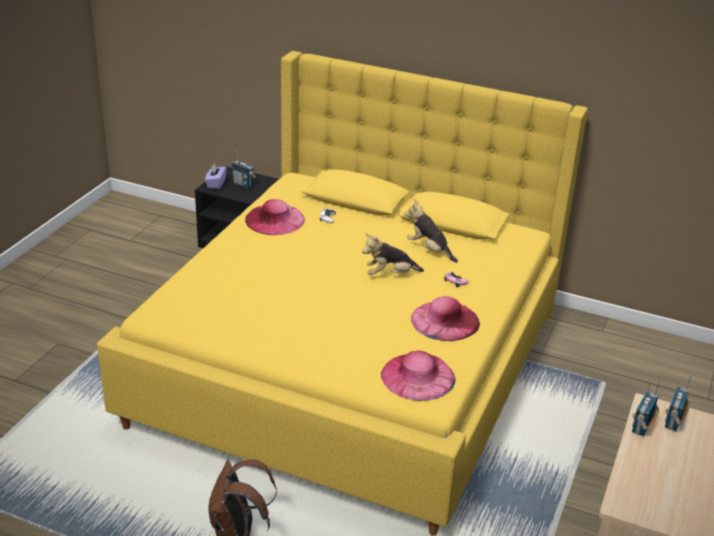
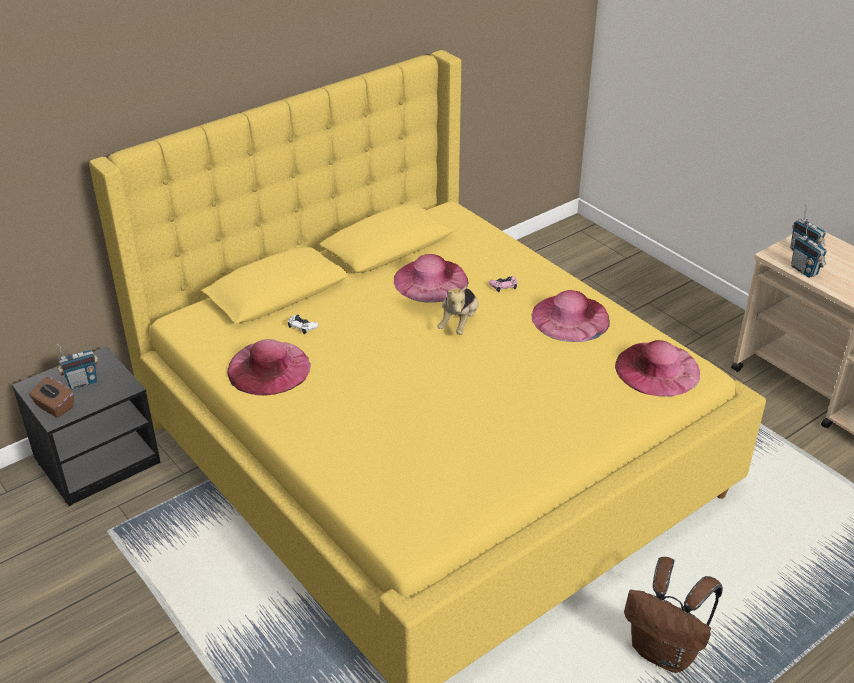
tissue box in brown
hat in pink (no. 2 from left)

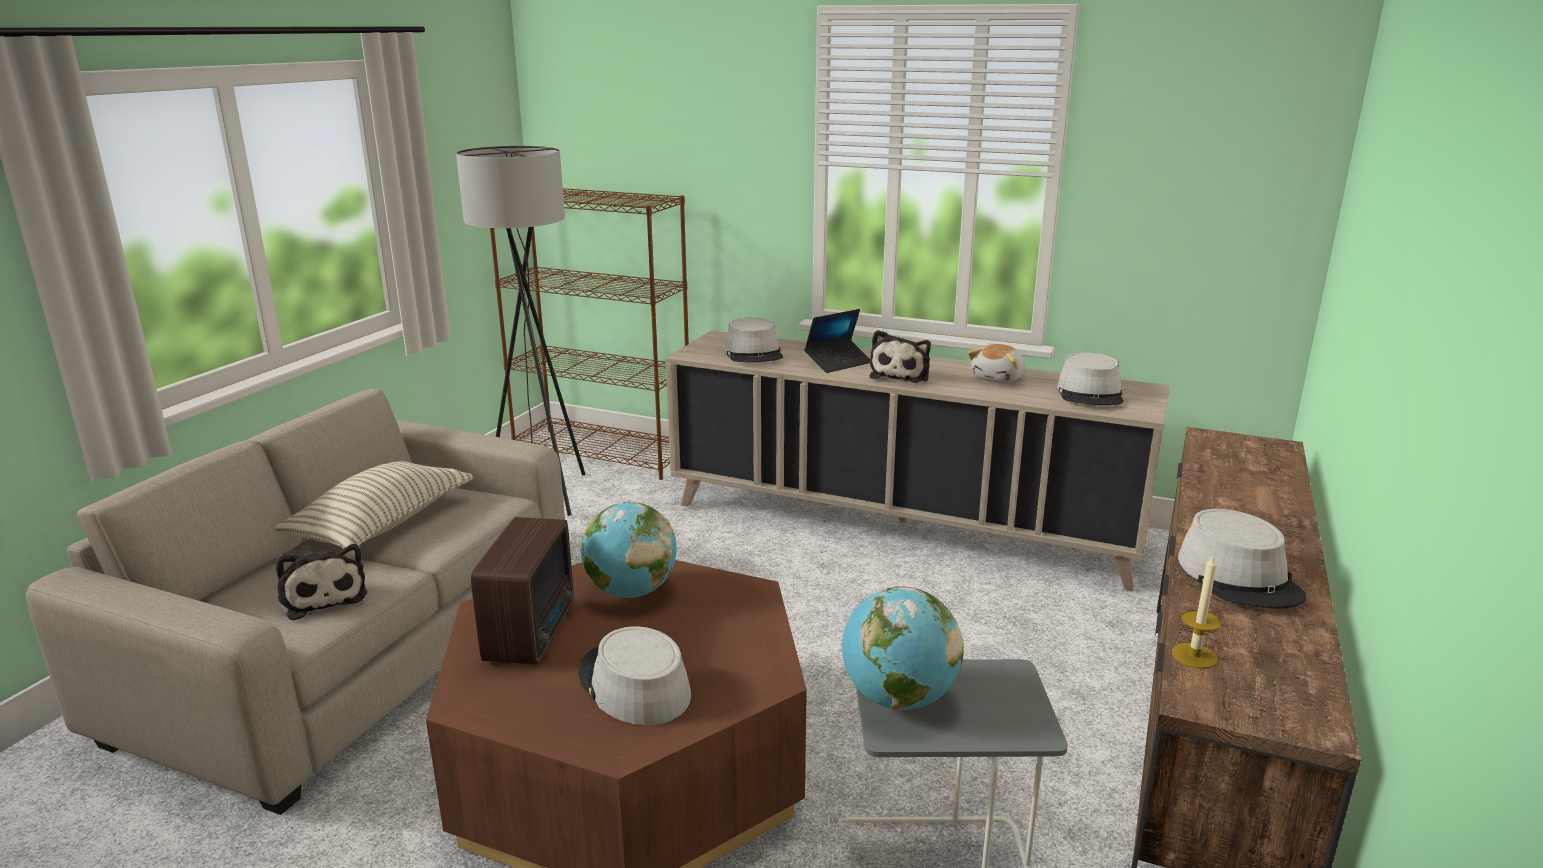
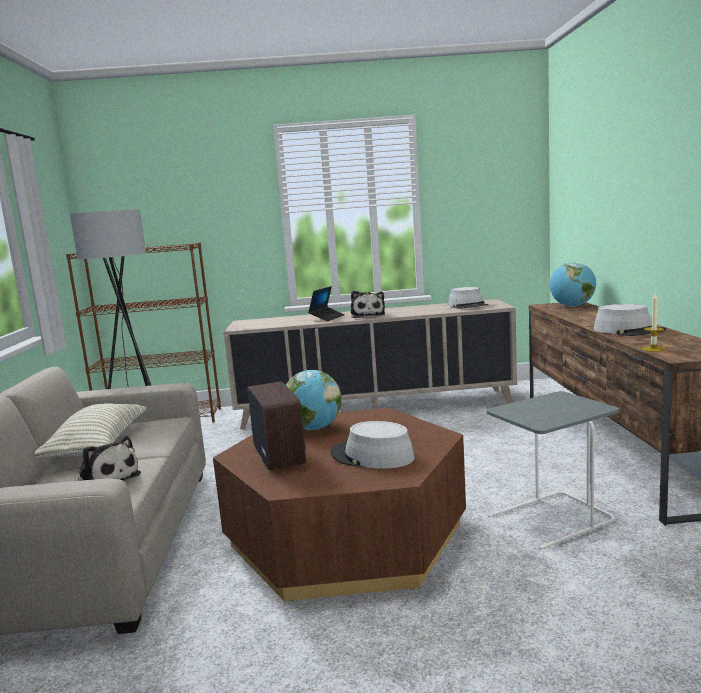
hat in grey (no. 2 from left in the first image)
globe (no. 2 from left)
plush toy (no. 3 from left in the first image)

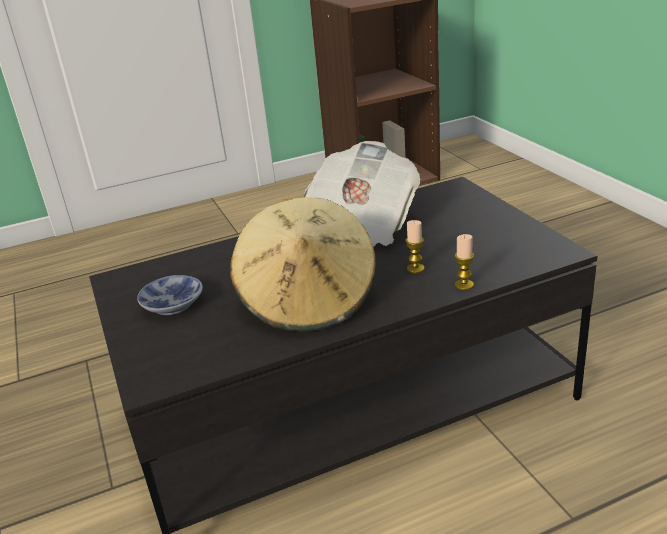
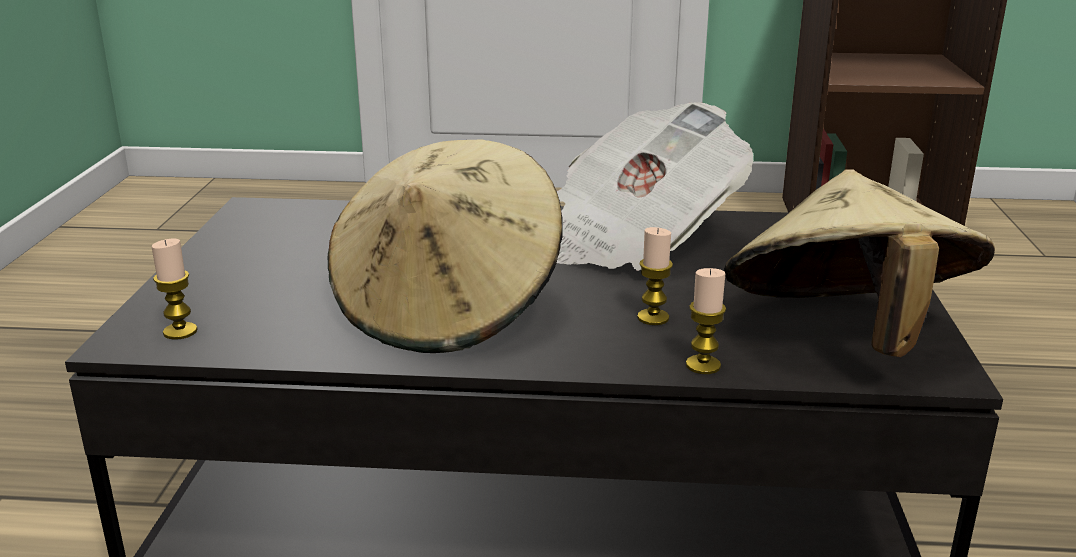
bowl
candle (no. 1 from left)
hat in beige (no. 2 from left)

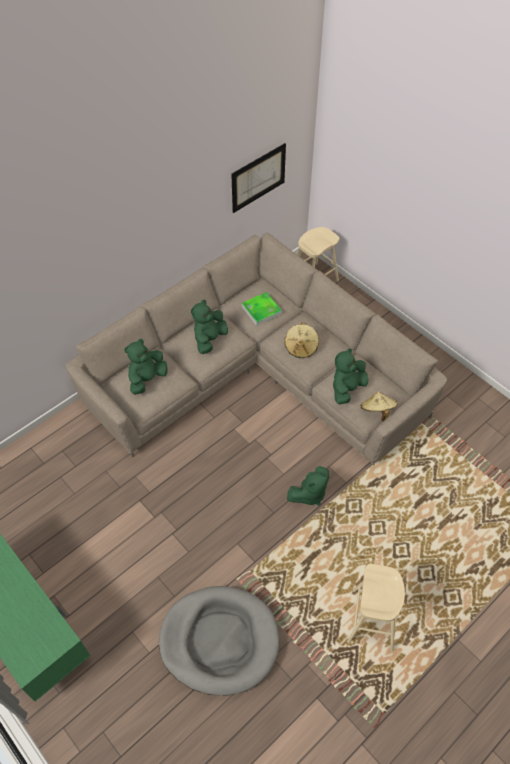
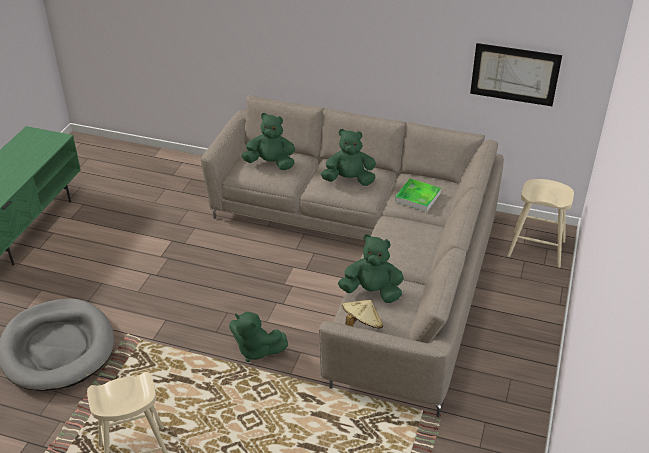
hat in beige (no. 1 from left in the first image)

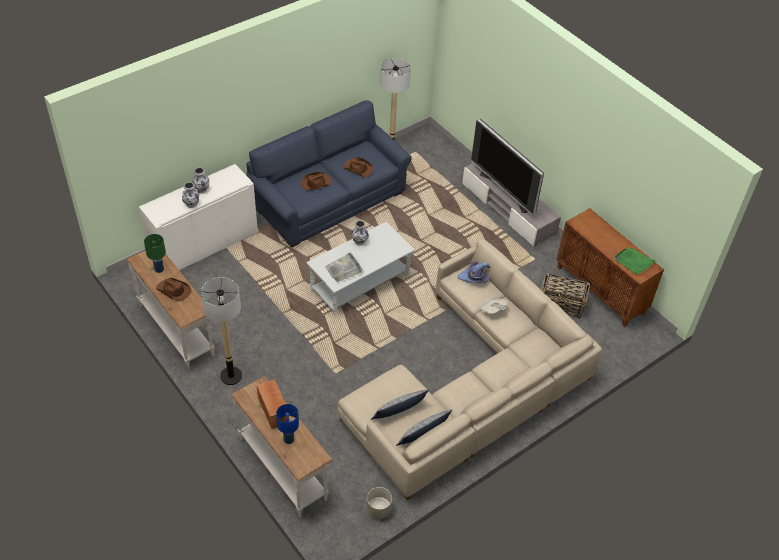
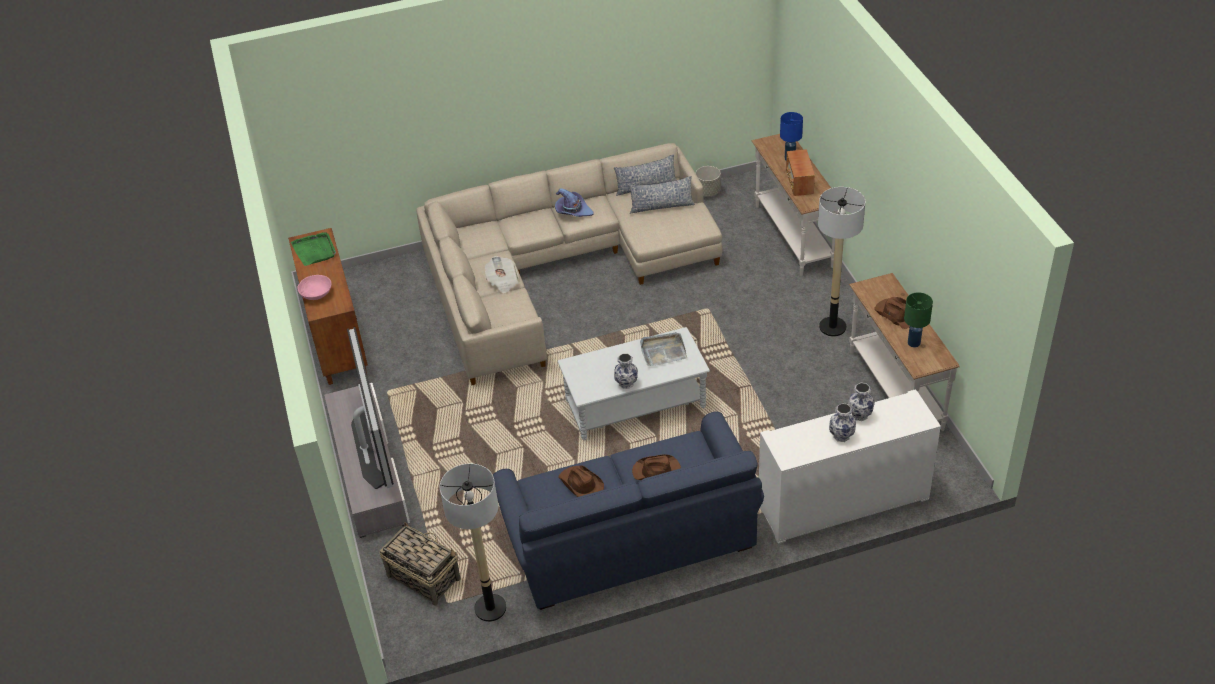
hat in purple
basket
bowl in pink

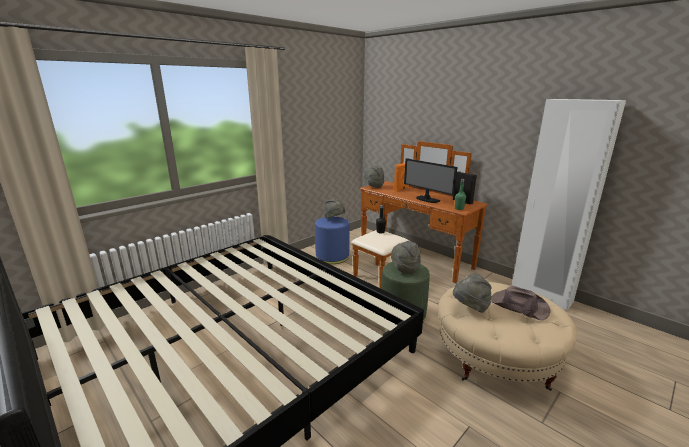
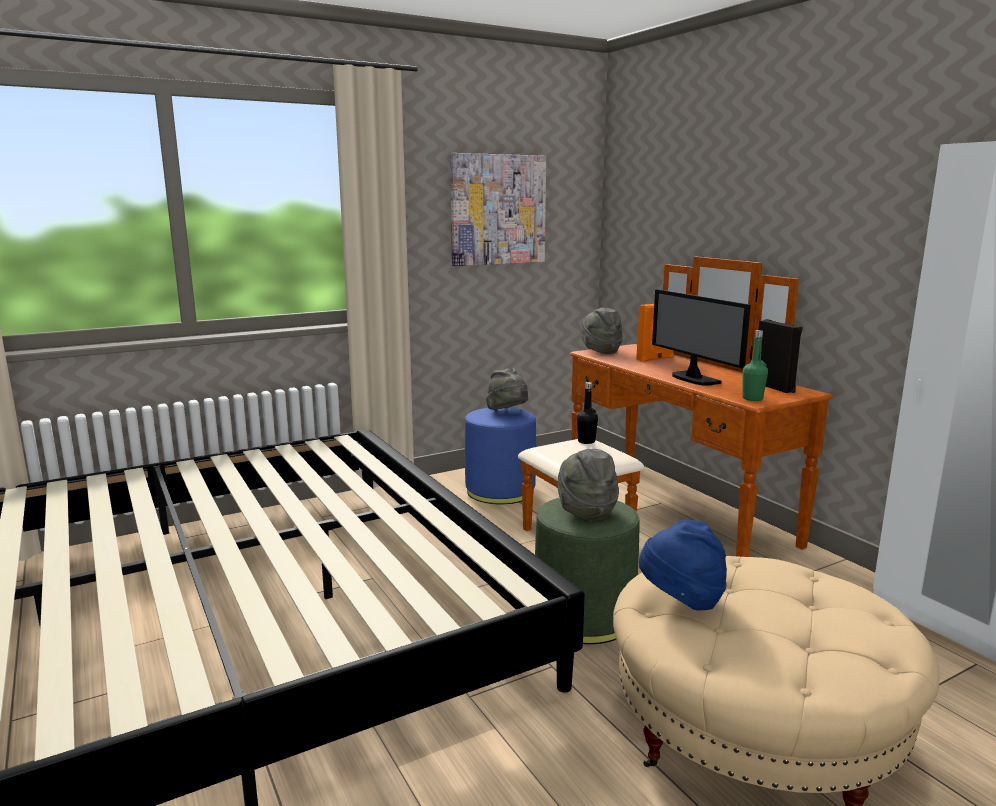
hat in blue
hat in brown
picture

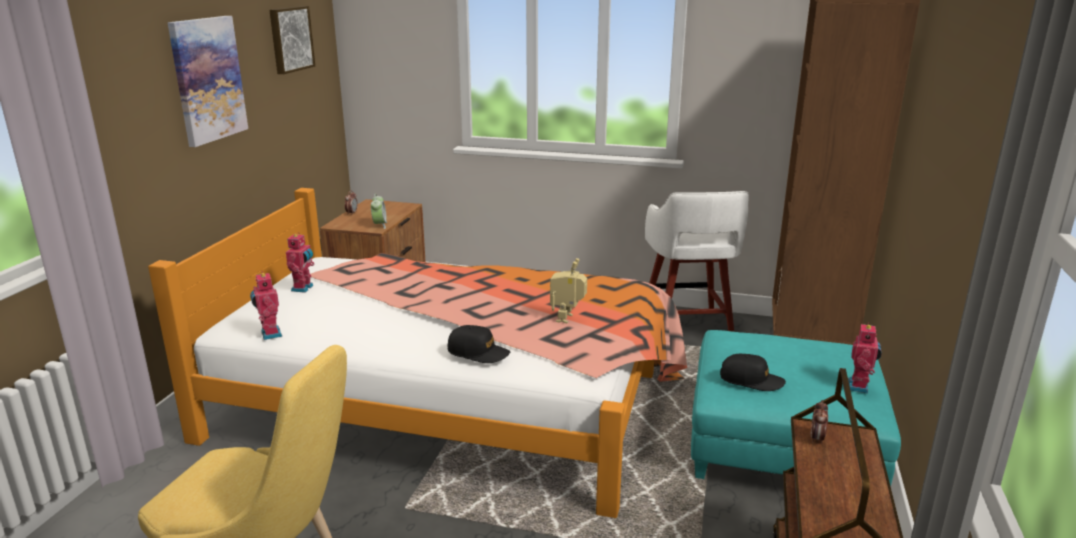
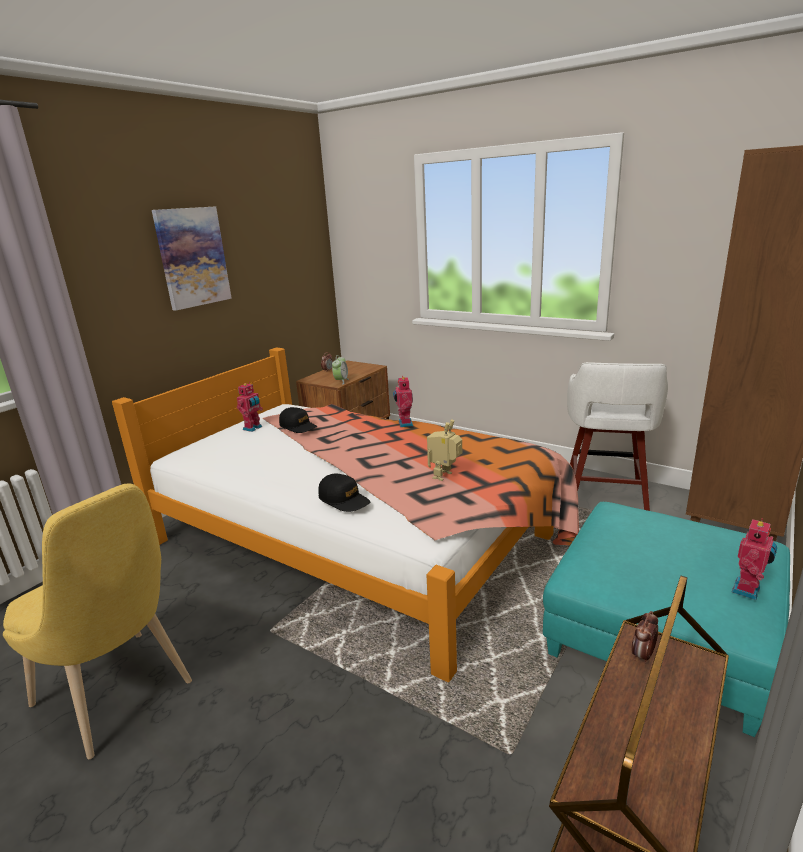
toy robot (no. 2 from left)
picture (no. 2 from left in the first image)
cap in black (no. 1 from left)

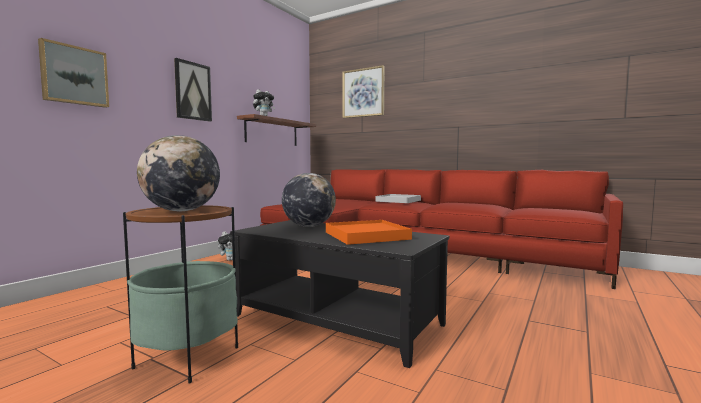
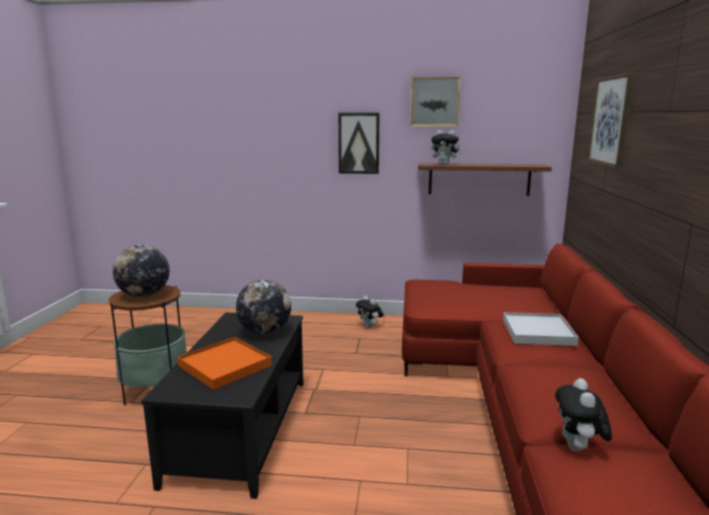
picture (no. 2 from left)
plush toy (no. 3 from left)

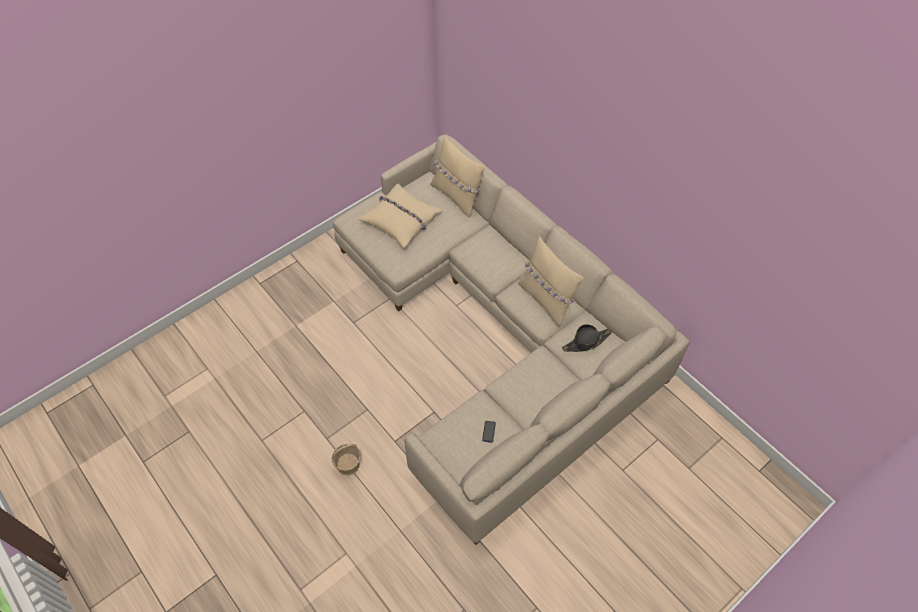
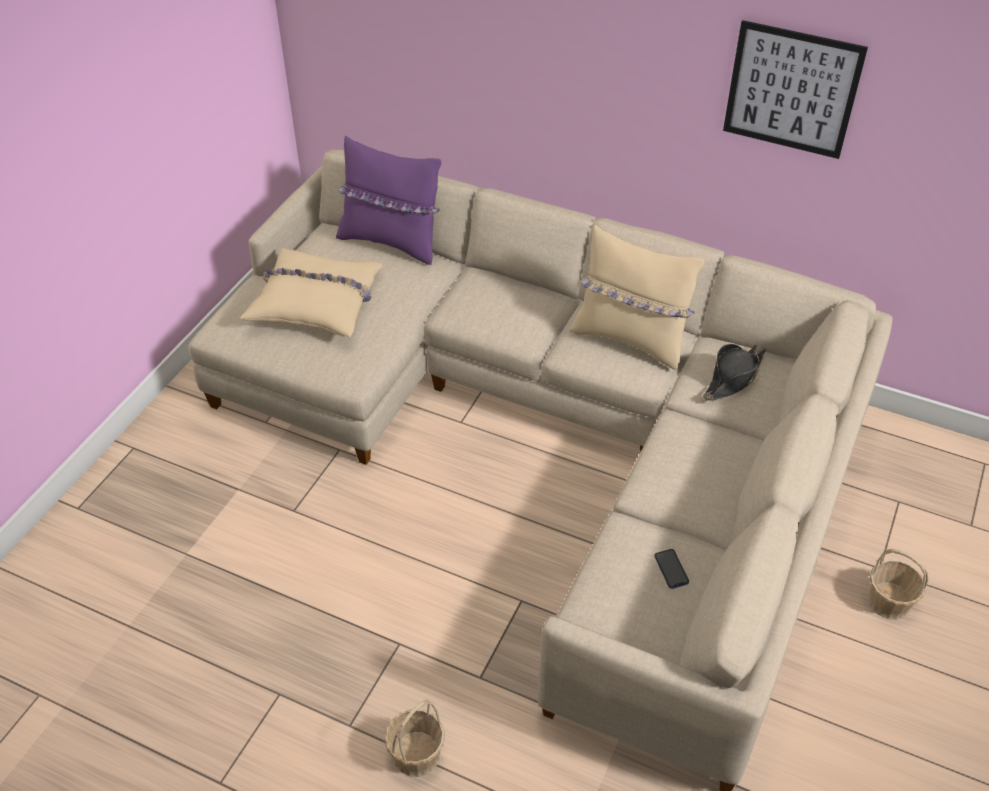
pillow in purple
picture
basket (no. 2 from left)

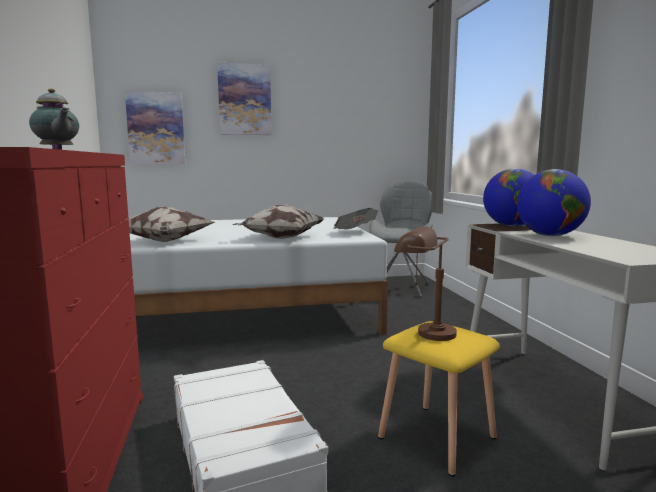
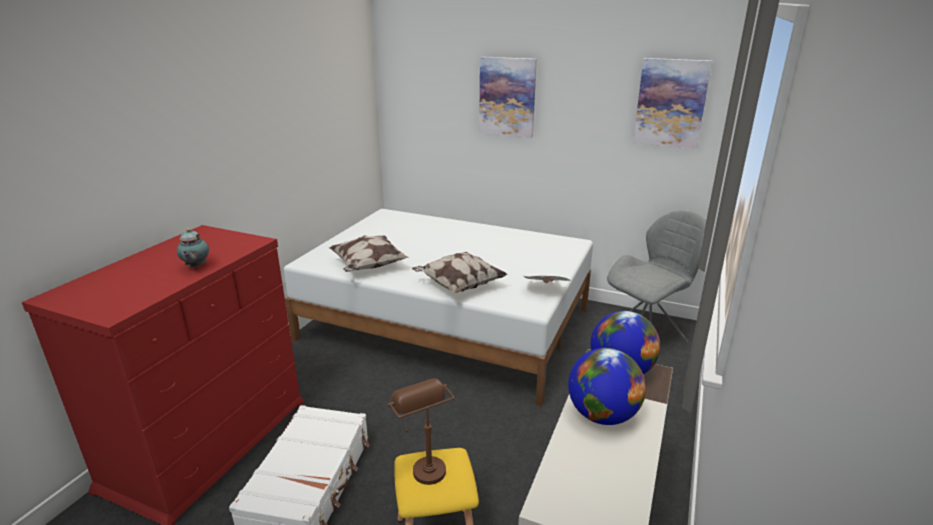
picture (no. 2 from left)

